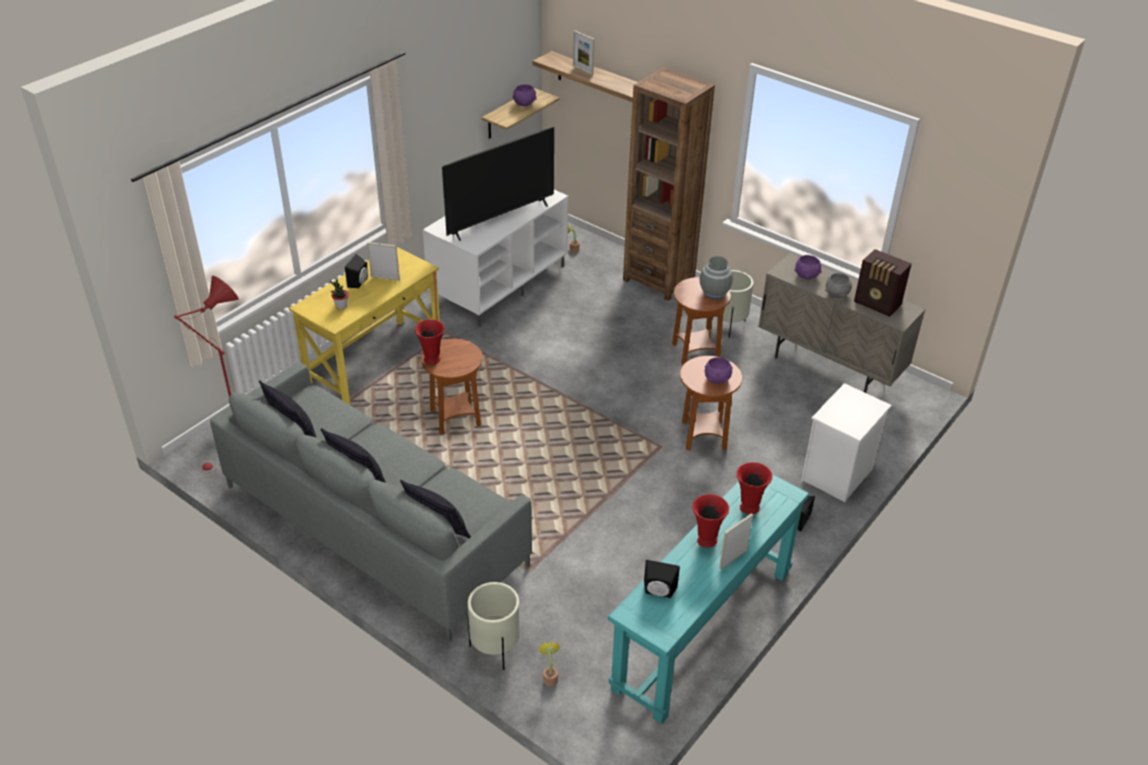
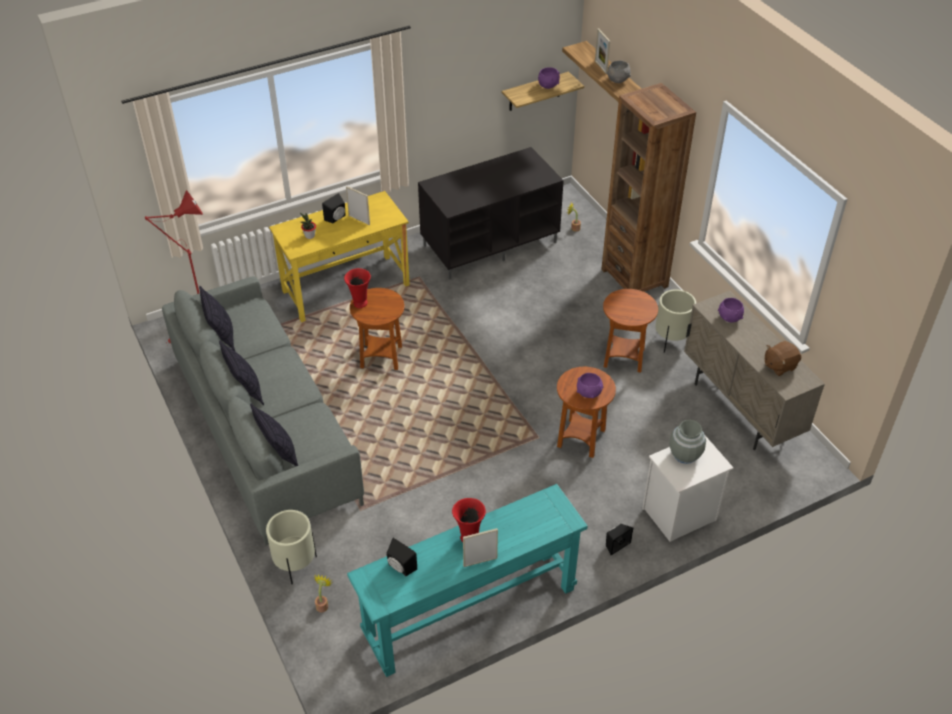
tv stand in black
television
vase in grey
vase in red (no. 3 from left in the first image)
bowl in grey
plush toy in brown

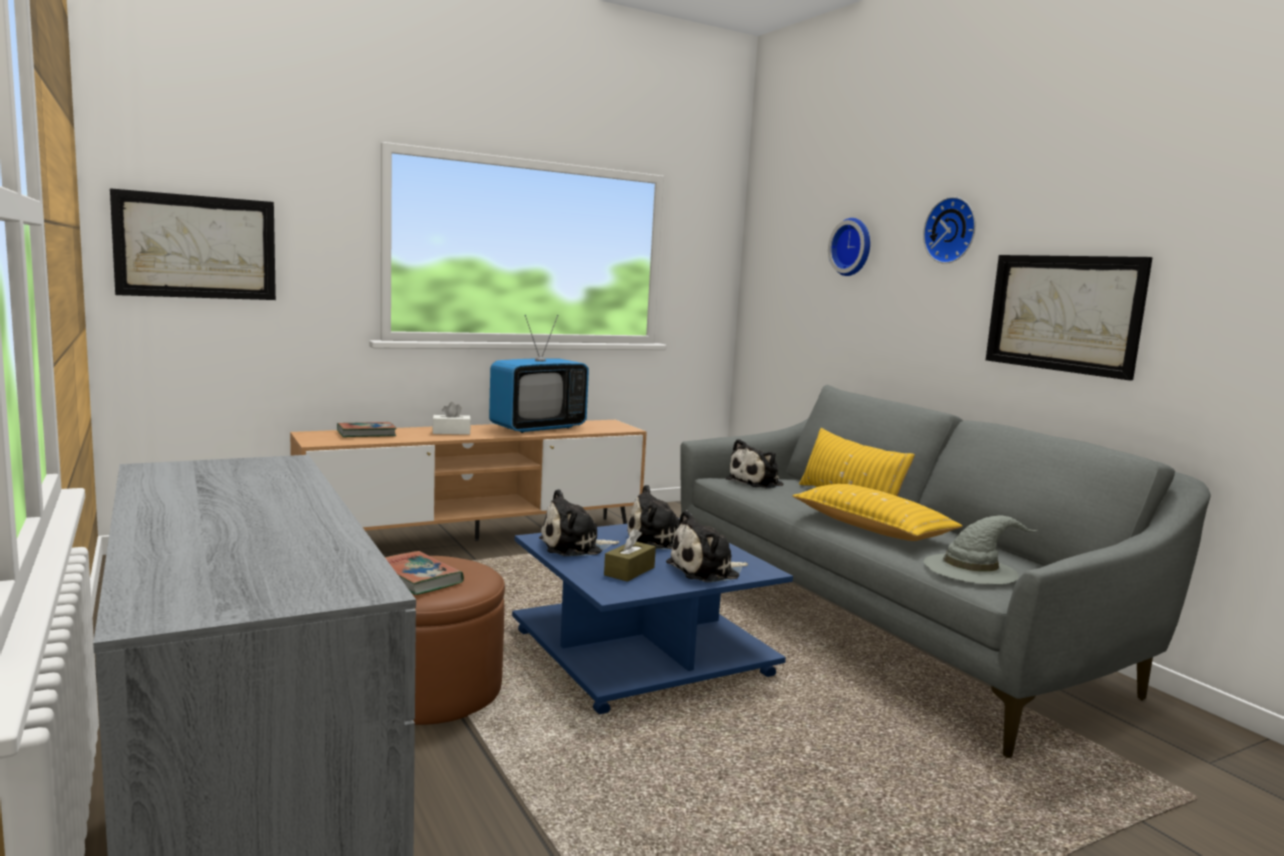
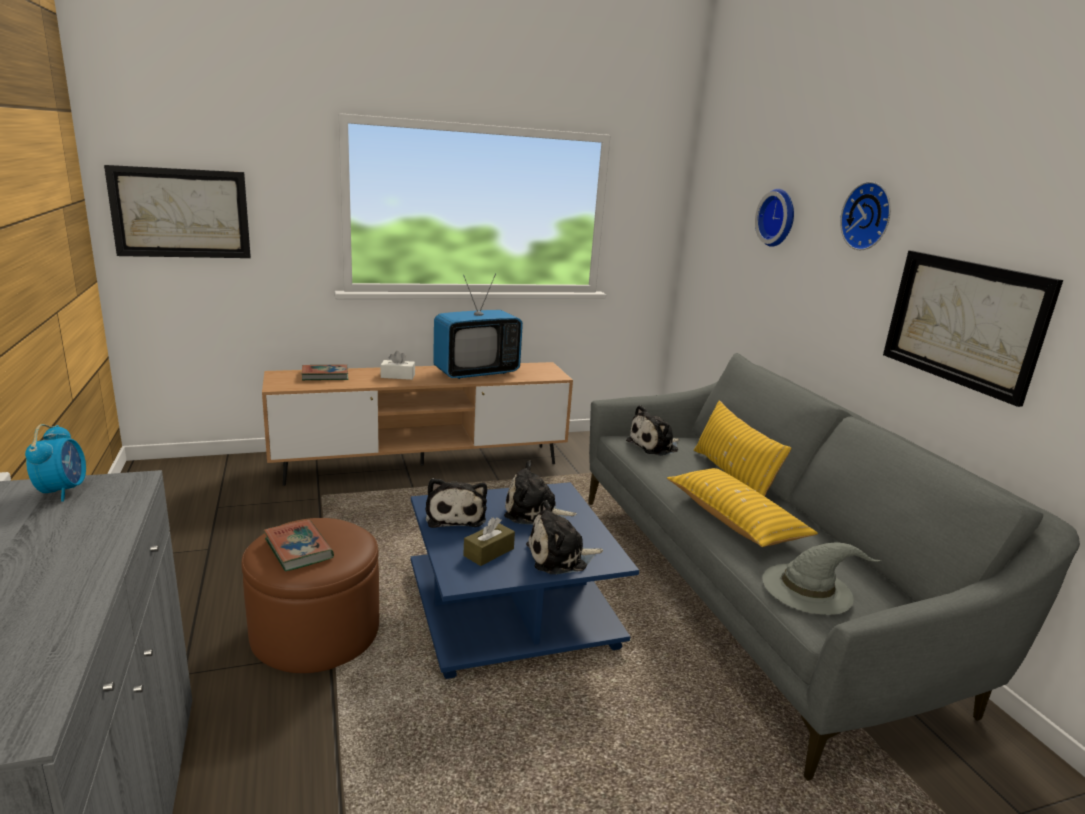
plush toy (no. 1 from left)
alarm clock

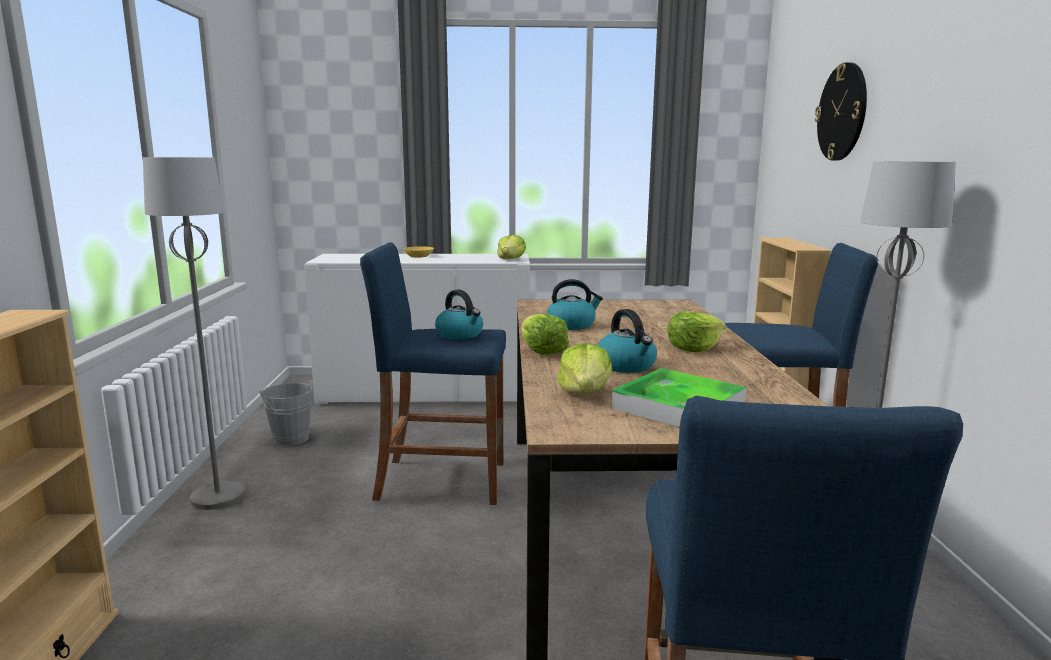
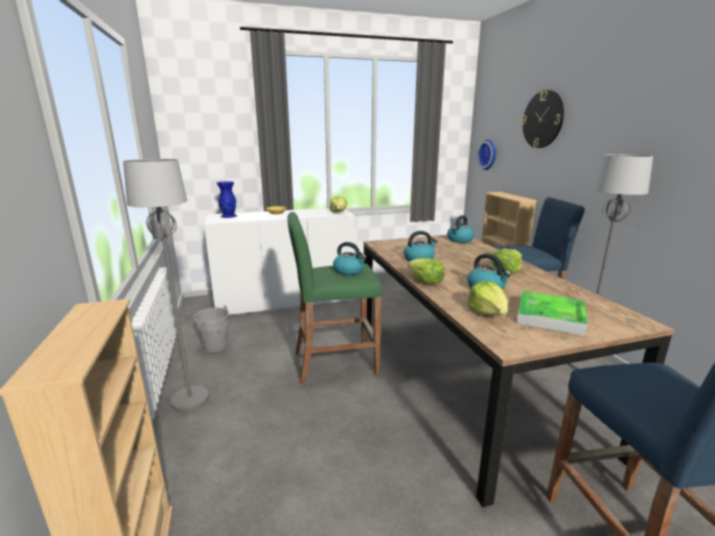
stool in green
vase in blue
kettle (no. 3 from left)
wall clock (no. 1 from left)

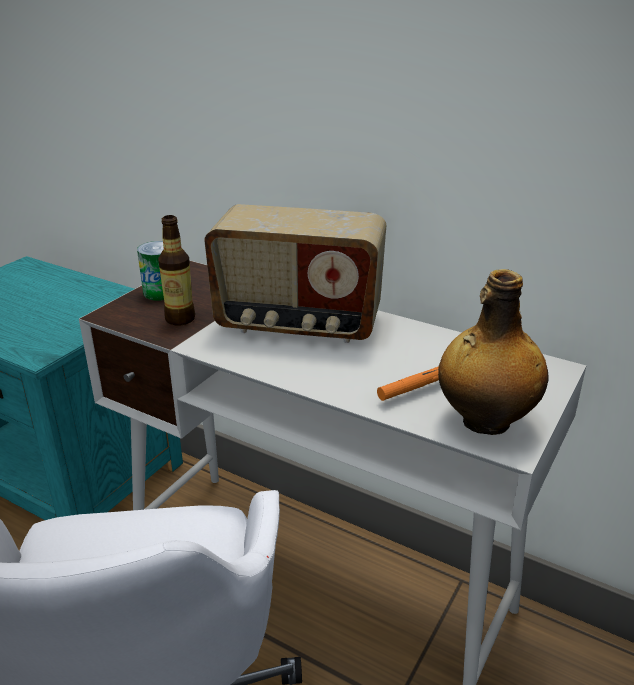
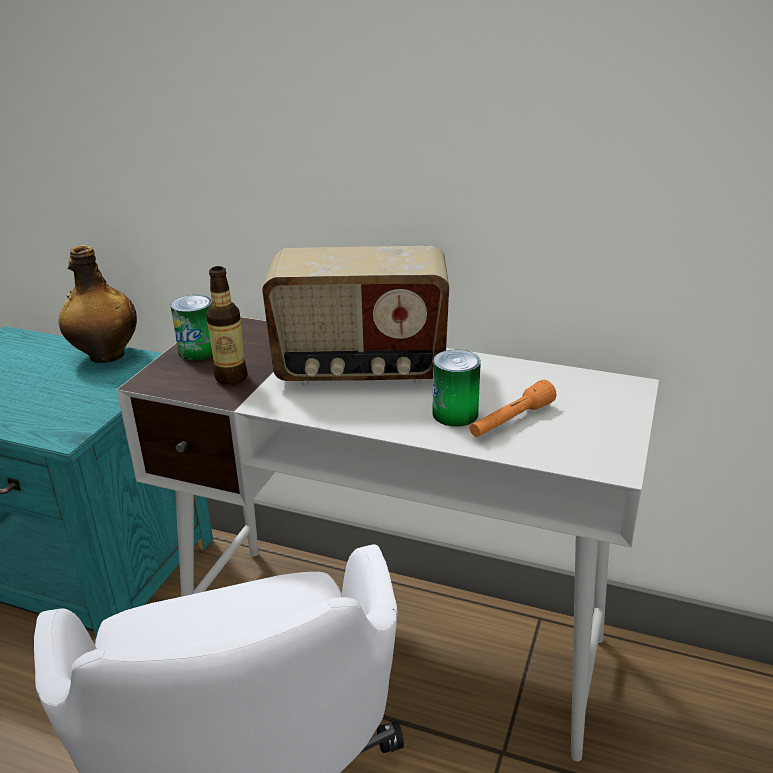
bottle (no. 1 from left)
can (no. 2 from left)

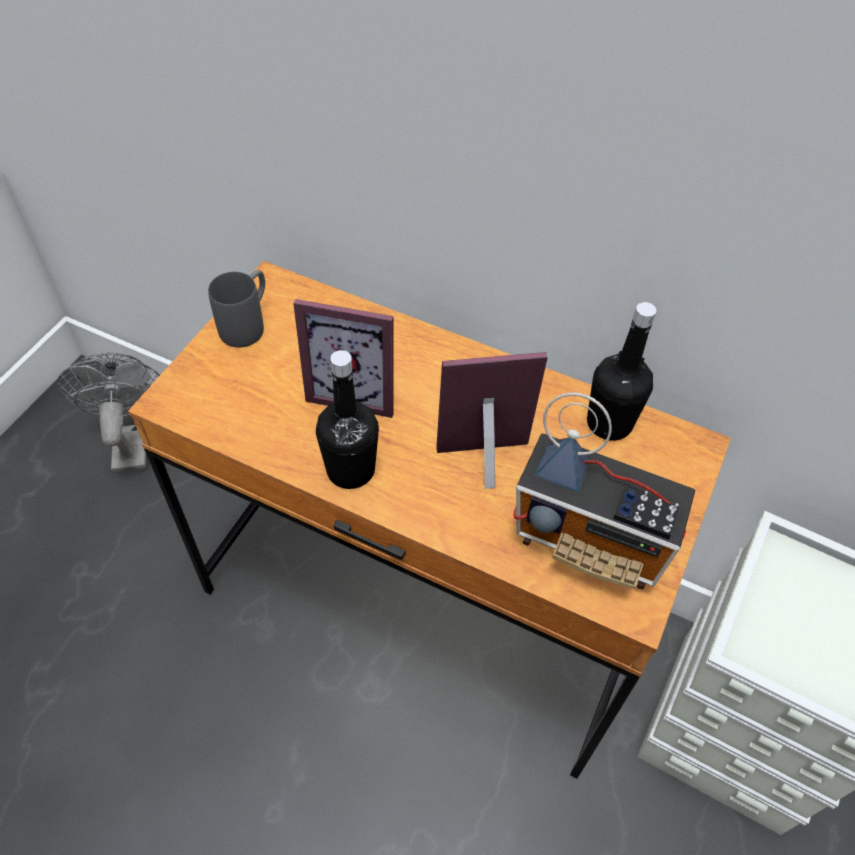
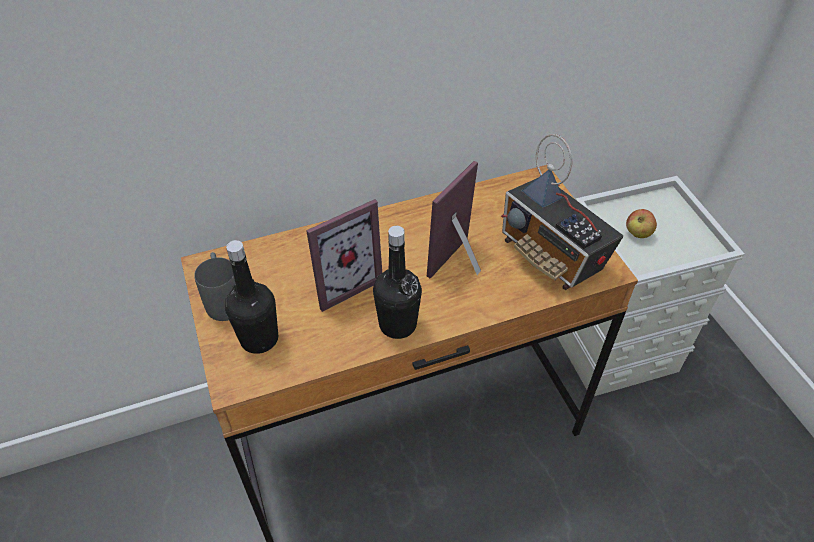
fan in grey
radio
bottle in black (no. 1 from left)
apple

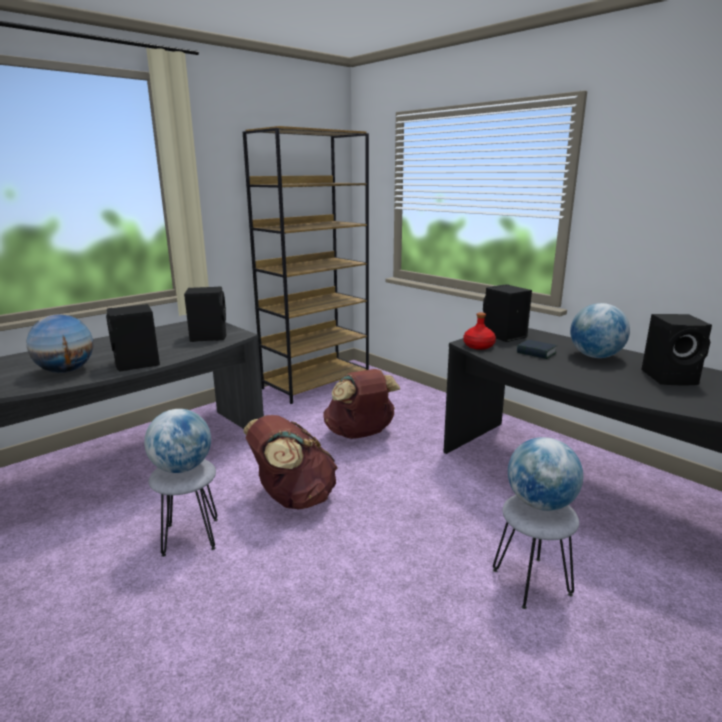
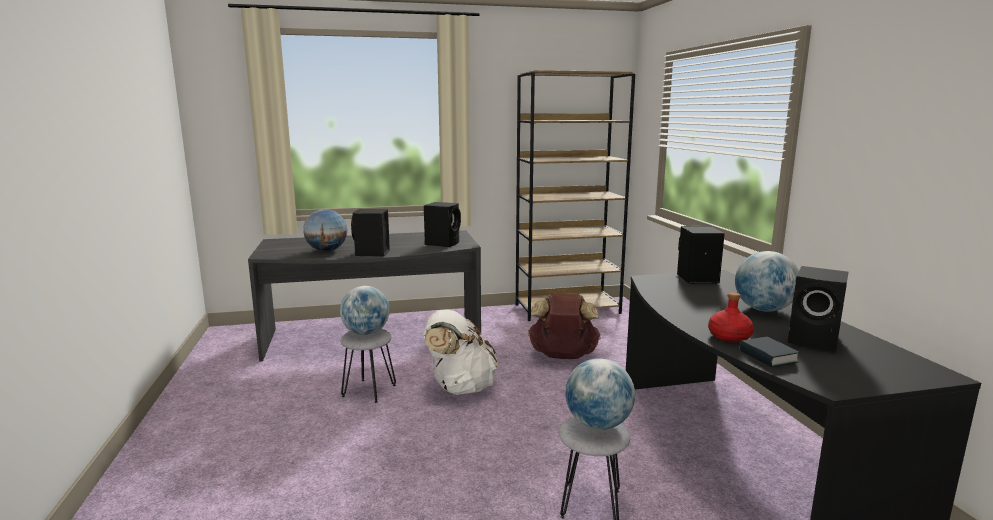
backpack in white
bottle in red
book

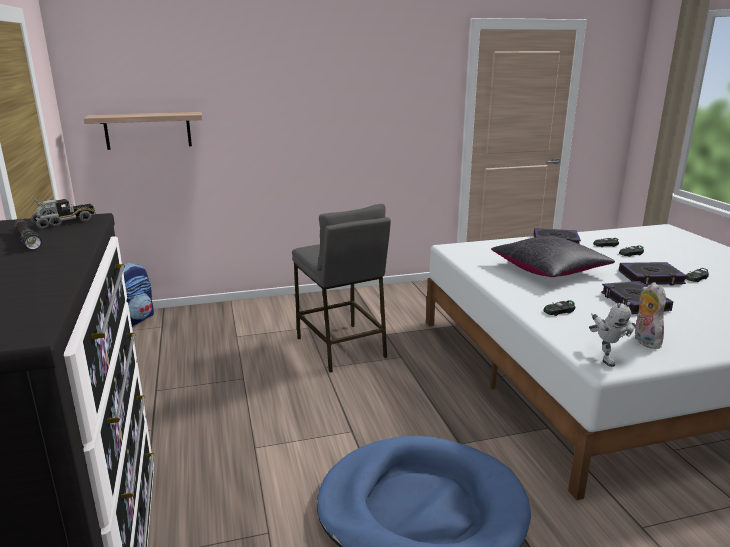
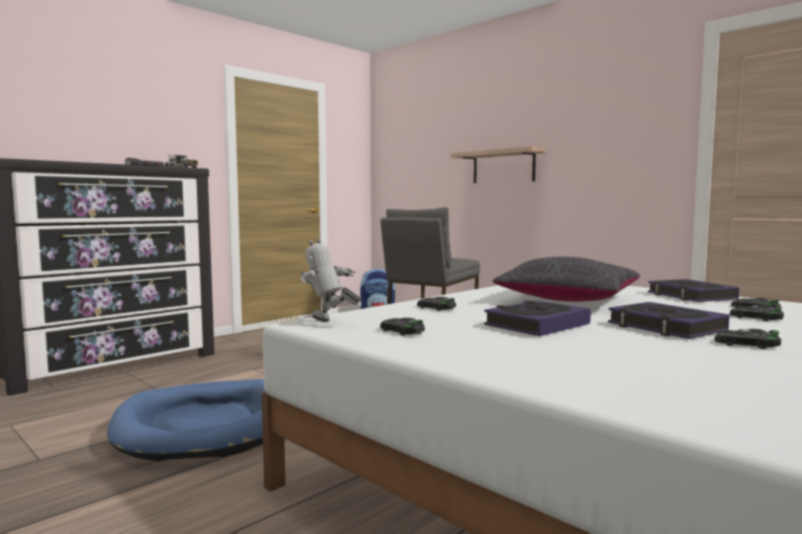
shelf
toy robot
toy car (no. 1 from left)

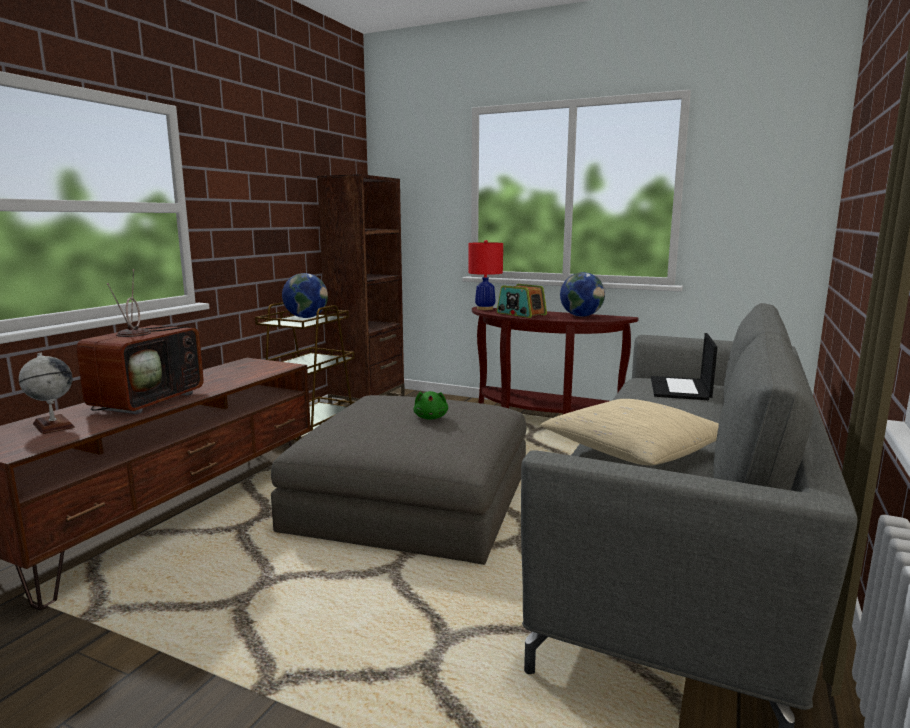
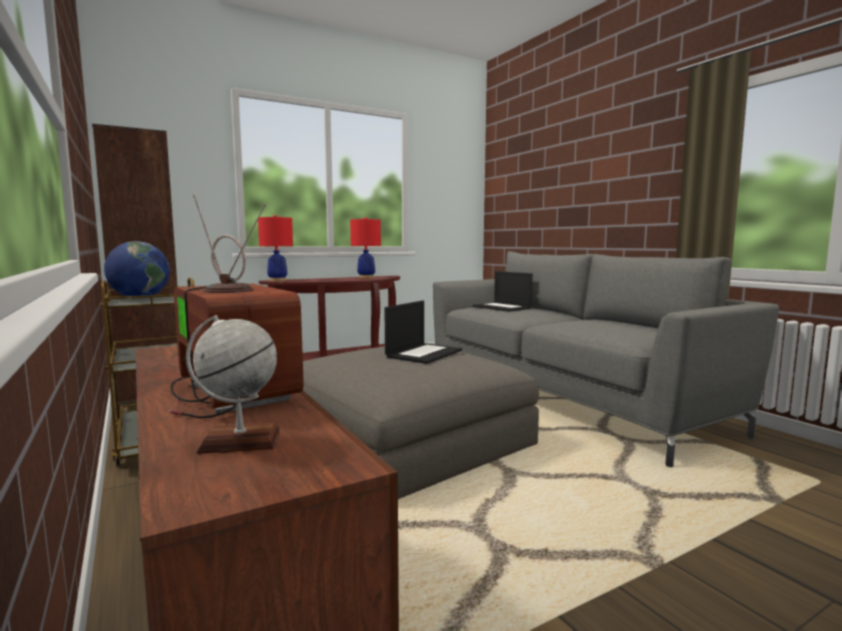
laptop (no. 1 from left)
radio
pillow in beige
table lamp in red (no. 2 from left)

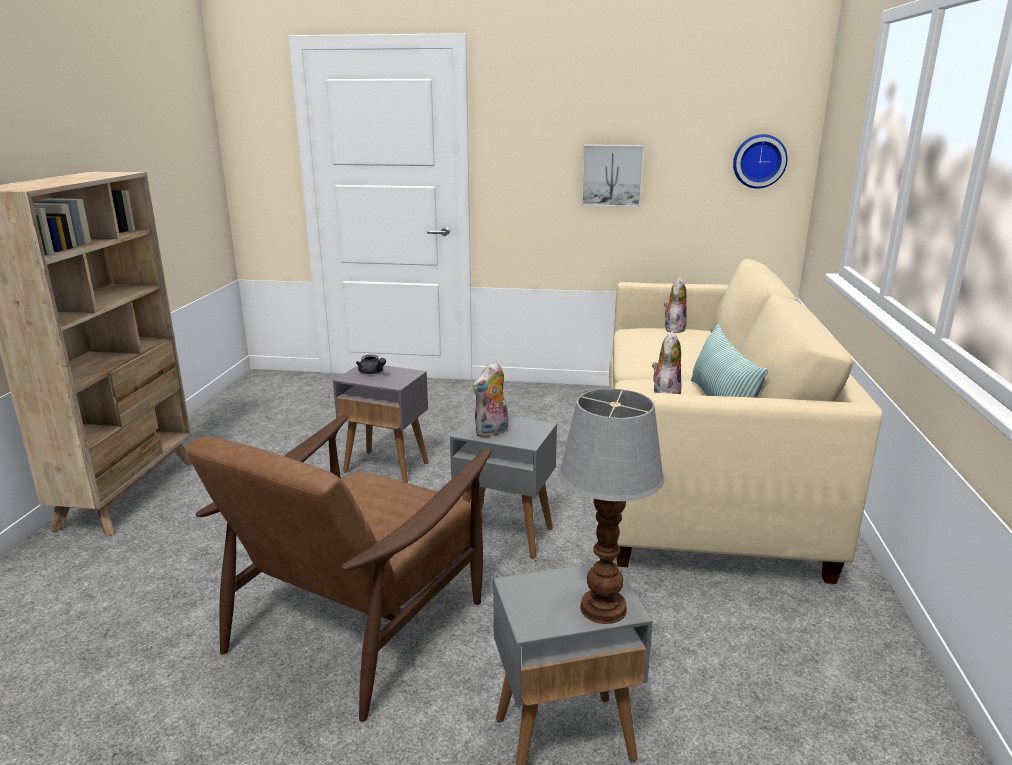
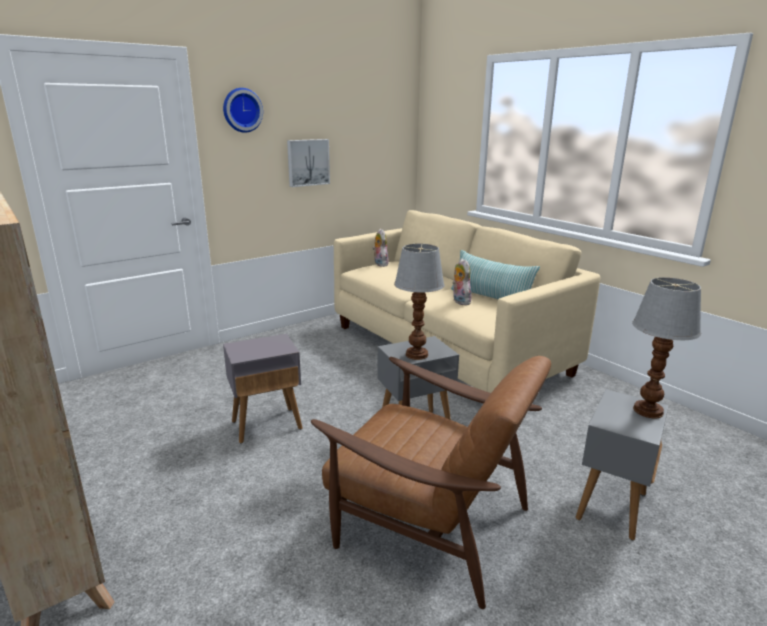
armchair in brown
teapot in grey
table lamp (no. 1 from left)
wall clock

